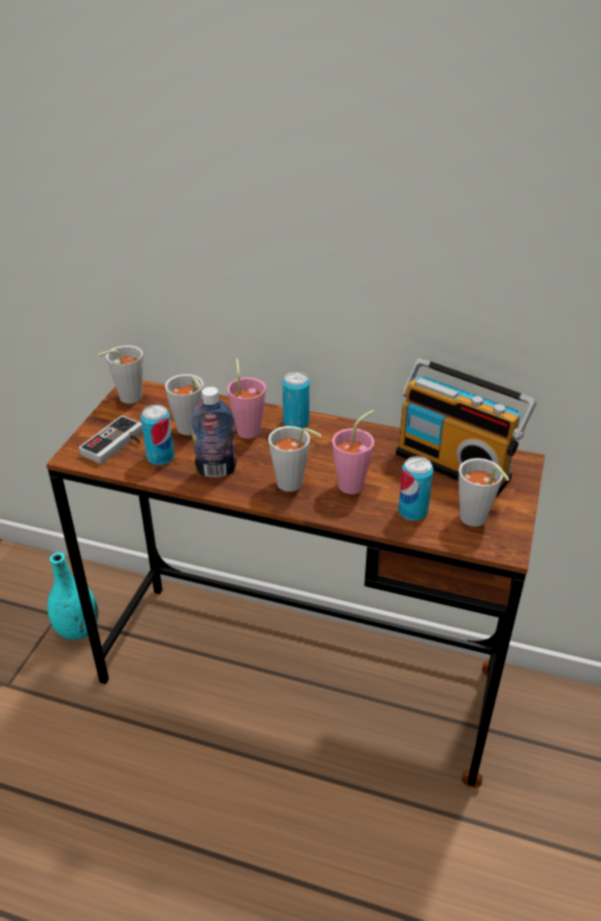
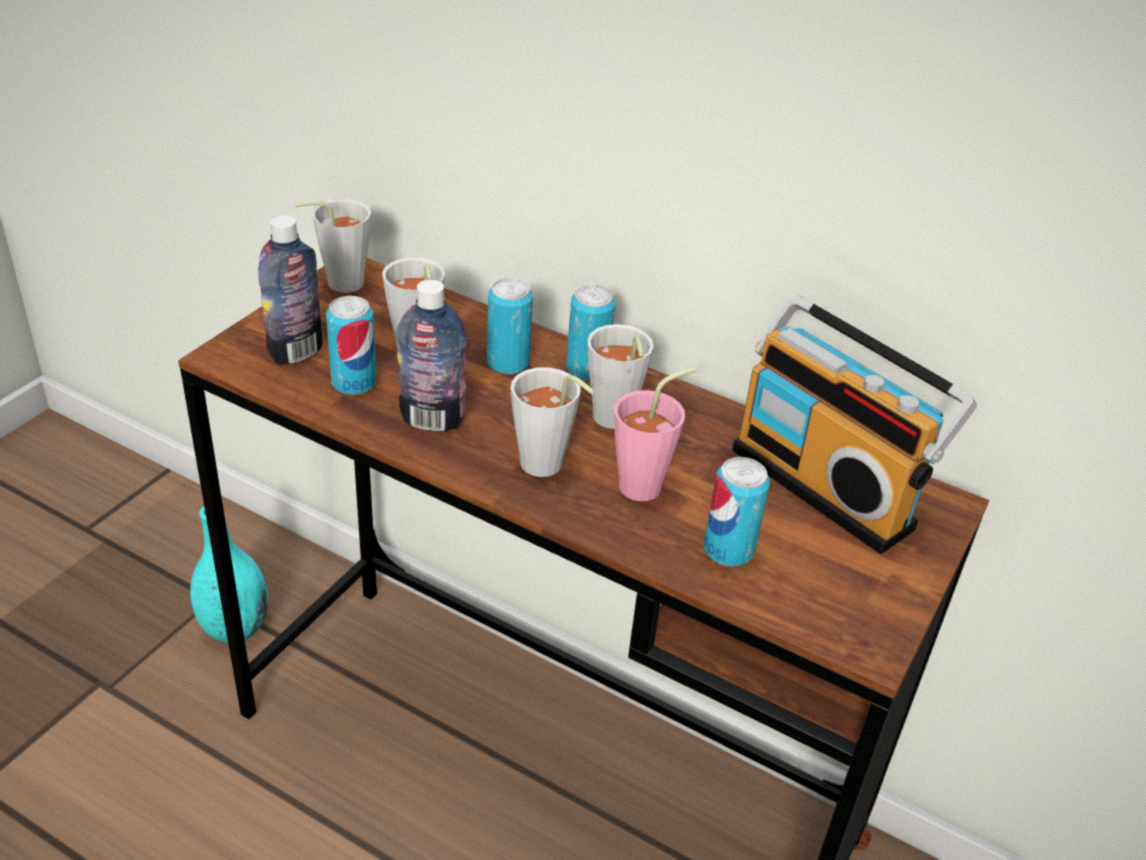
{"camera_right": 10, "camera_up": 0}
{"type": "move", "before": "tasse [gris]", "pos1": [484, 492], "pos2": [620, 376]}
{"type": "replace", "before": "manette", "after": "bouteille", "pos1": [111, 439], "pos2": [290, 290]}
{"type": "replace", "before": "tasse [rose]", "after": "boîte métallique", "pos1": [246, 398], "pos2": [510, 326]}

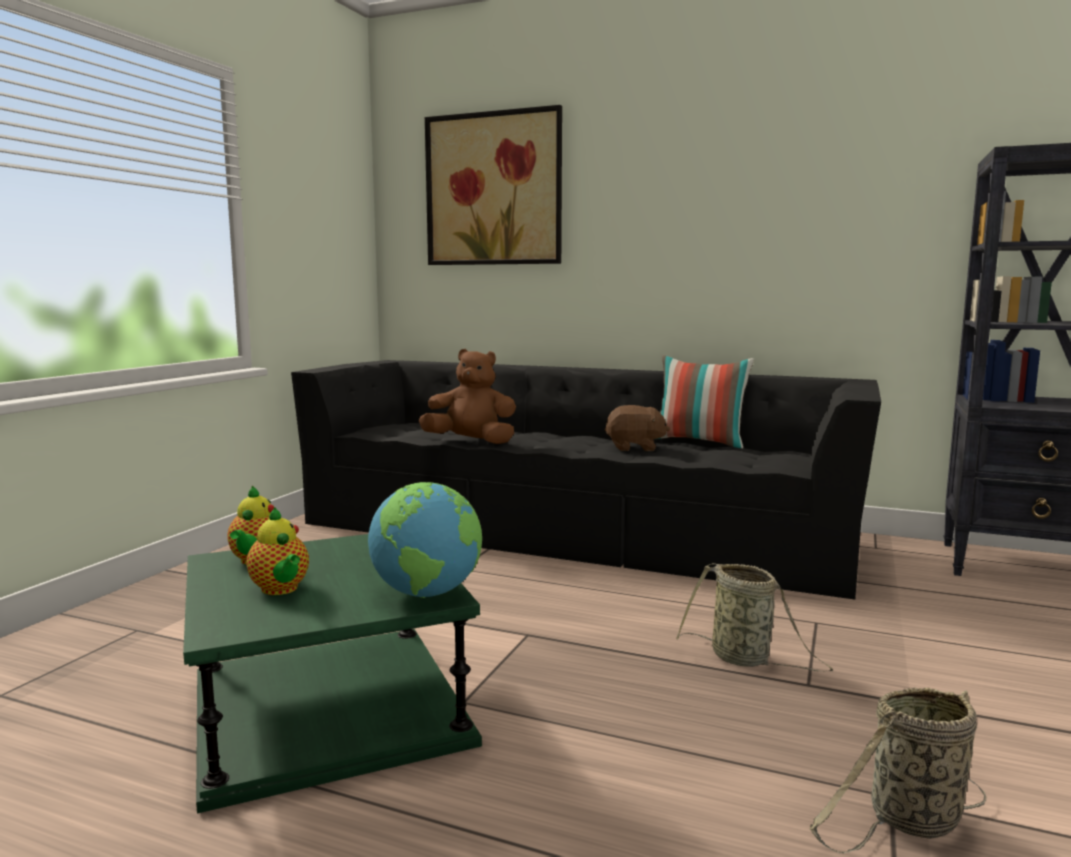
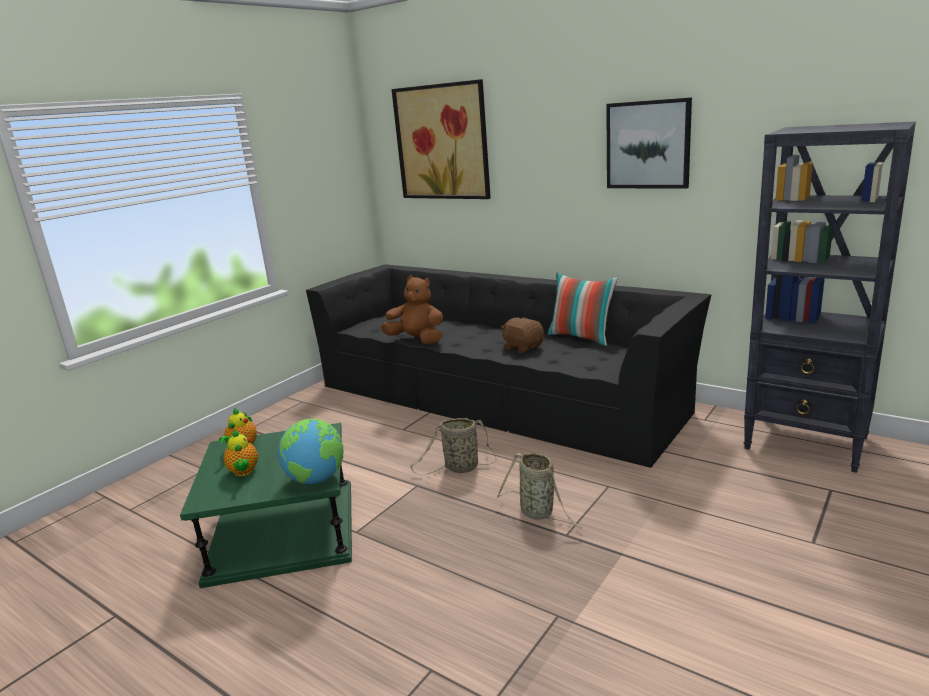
{"camera_right": 15, "camera_up": 10}
{"type": "insert", "after": "tableau", "pos2": [649, 143]}
{"type": "move", "before": "panier", "pos1": [898, 770], "pos2": [453, 446]}
{"type": "rotate", "before": "peluche [marron]", "pos1": [637, 428], "pos2": [522, 335], "turn": -150}

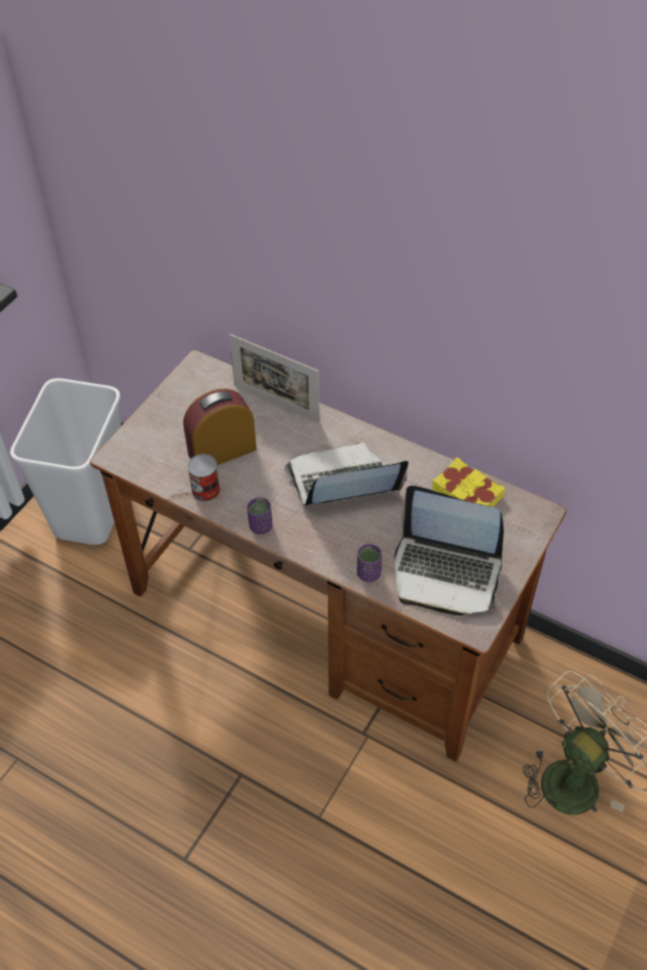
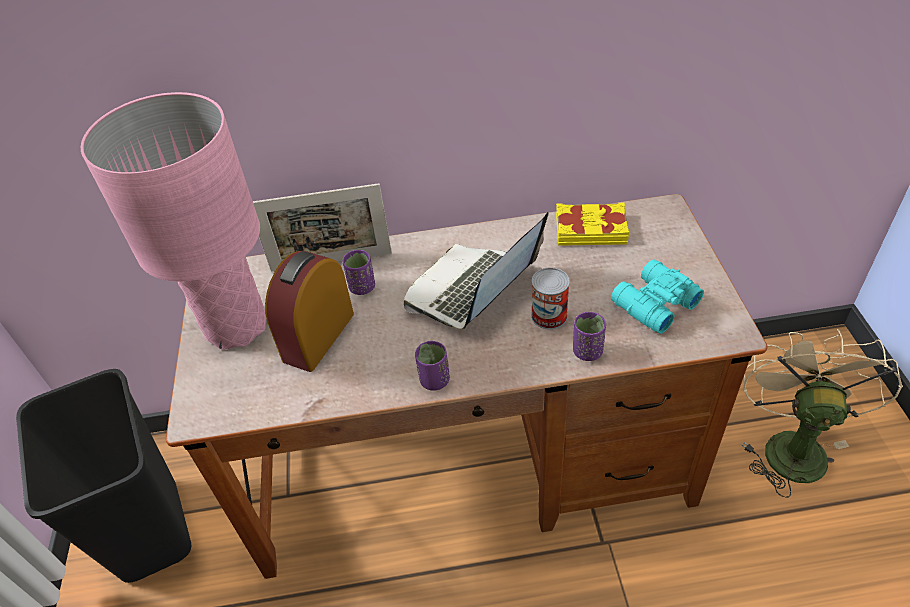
{"camera_right": -35, "camera_up": -5}
{"type": "insert", "after": "lampe de table [rose]", "pos2": [173, 221]}
{"type": "insert", "after": "tasse [violet]", "pos2": [358, 272]}
{"type": "move", "before": "boîte métallique", "pos1": [203, 478], "pos2": [550, 298]}
{"type": "replace", "before": "ordinateur portable", "after": "jumelles [turquoise]", "pos1": [449, 551], "pos2": [657, 297]}
{"type": "recolor", "before": "poubelle [blanc]", "after": "poubelle [noir]", "pos1": [65, 461], "pos2": [103, 476]}

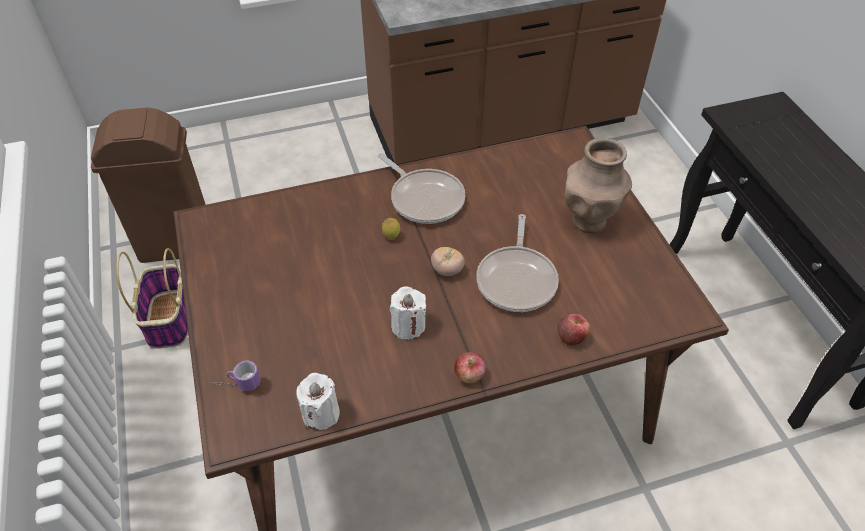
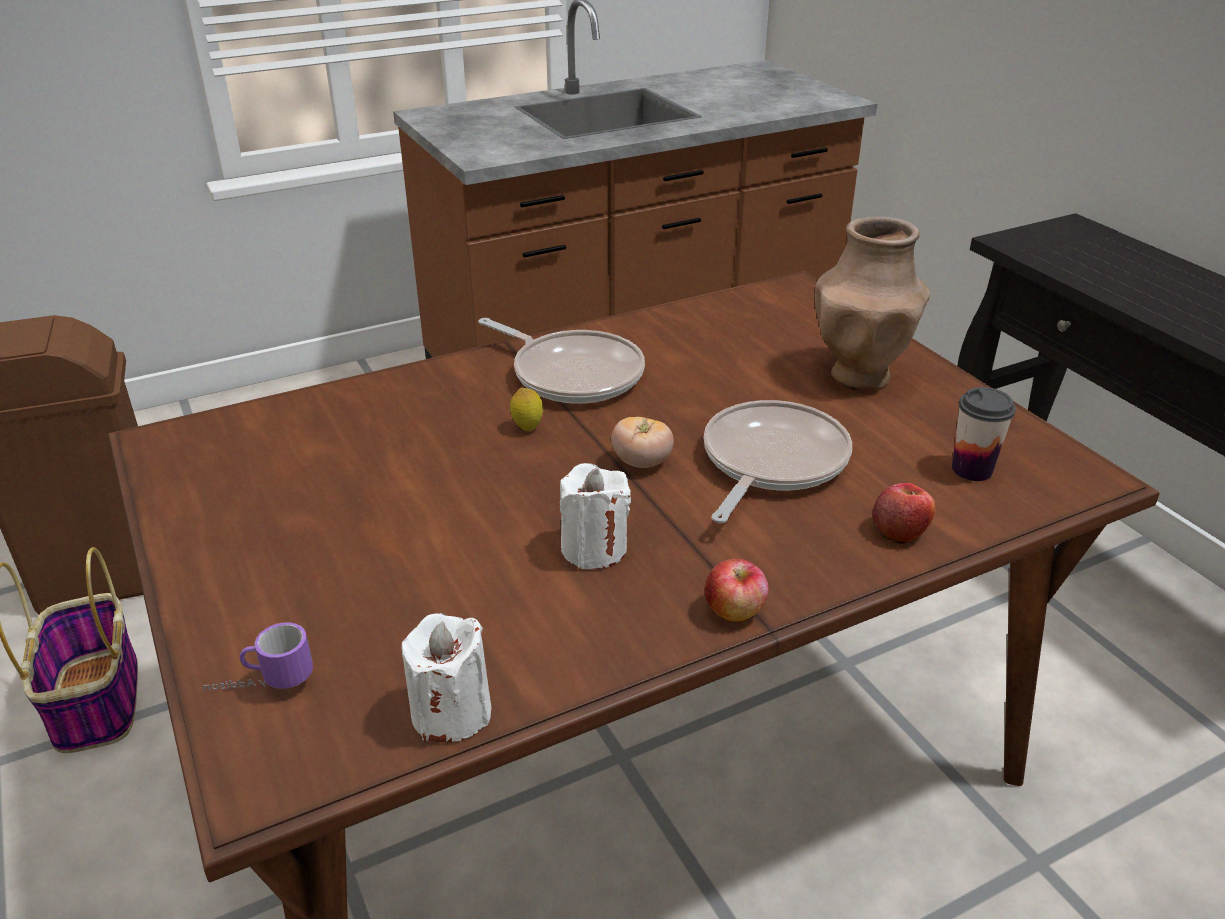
{"camera_right": -10, "camera_up": -15}
{"type": "insert", "after": "tasse", "pos2": [984, 434]}
{"type": "rotate", "before": "poêle", "pos1": [517, 263], "pos2": [778, 461], "turn": -150}

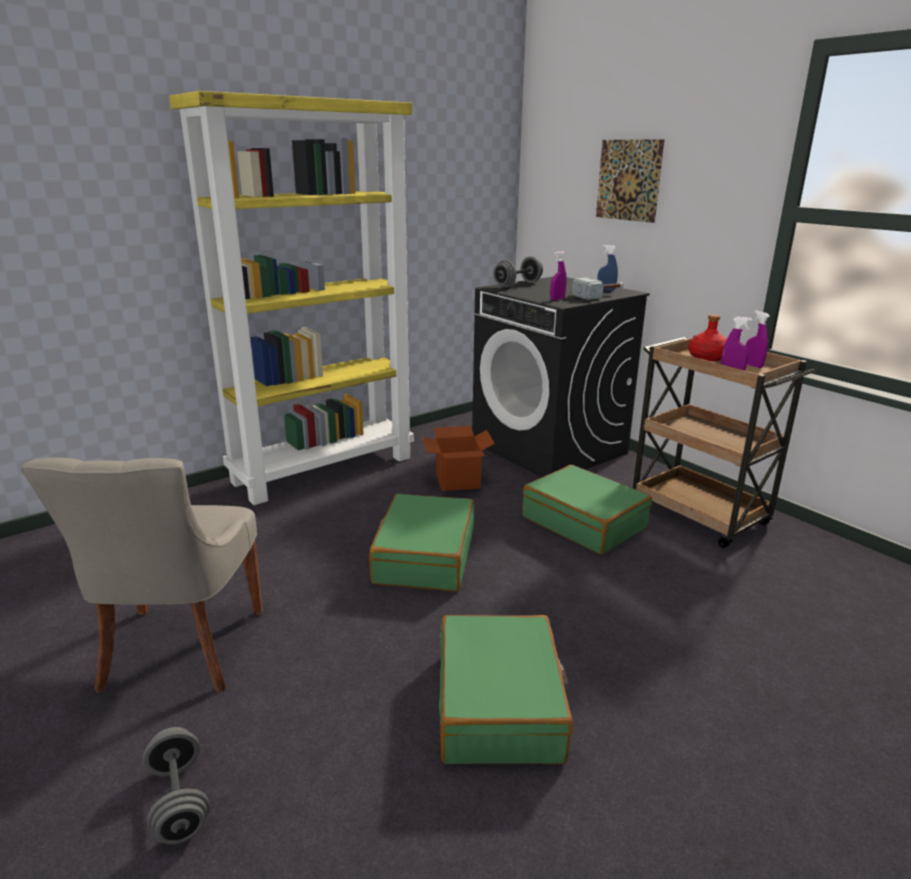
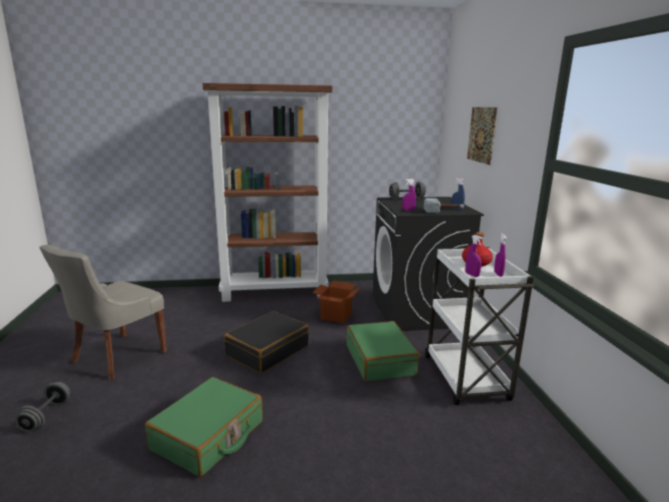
{"camera_right": 30, "camera_up": -5}
{"type": "recolor", "before": "bibliothèque [jaune]", "after": "bibliothèque [marron]", "pos1": [291, 298], "pos2": [267, 192]}
{"type": "recolor", "before": "valise [vert]", "after": "valise [noir]", "pos1": [421, 543], "pos2": [266, 342]}
{"type": "recolor", "before": "chariot [marron]", "after": "chariot [blanc]", "pos1": [724, 441], "pos2": [479, 326]}

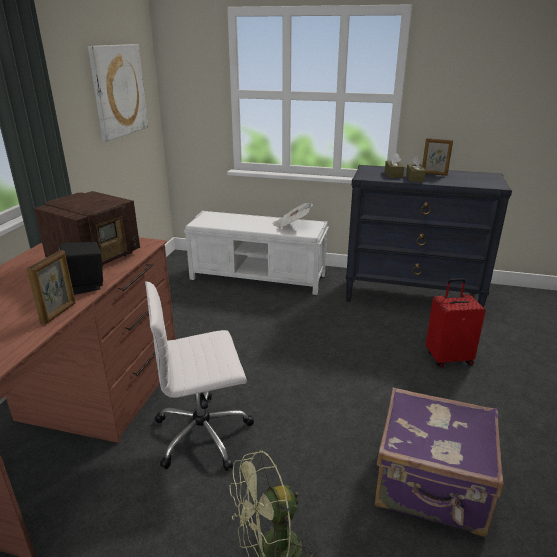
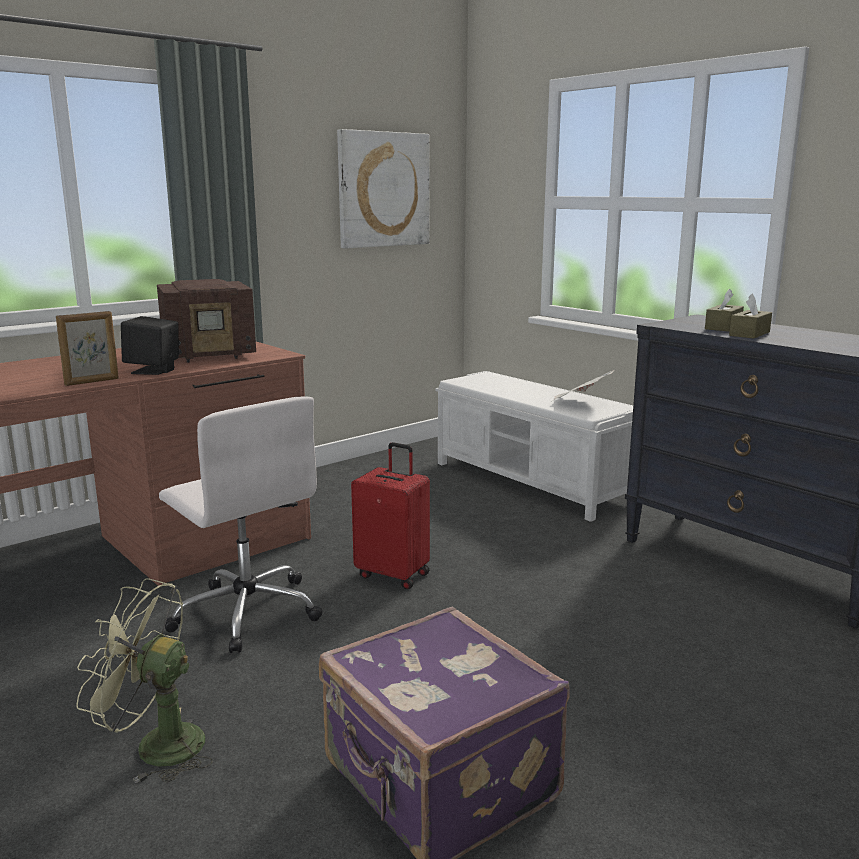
{"camera_right": 35, "camera_up": -10}
{"type": "delete", "before": "cadre photo", "pos1": [437, 157]}
{"type": "move", "before": "valise [rouge]", "pos1": [455, 322], "pos2": [390, 515]}
{"type": "rotate", "before": "chaise de bureau [blanc]", "pos1": [199, 376], "pos2": [241, 524], "turn": -150}

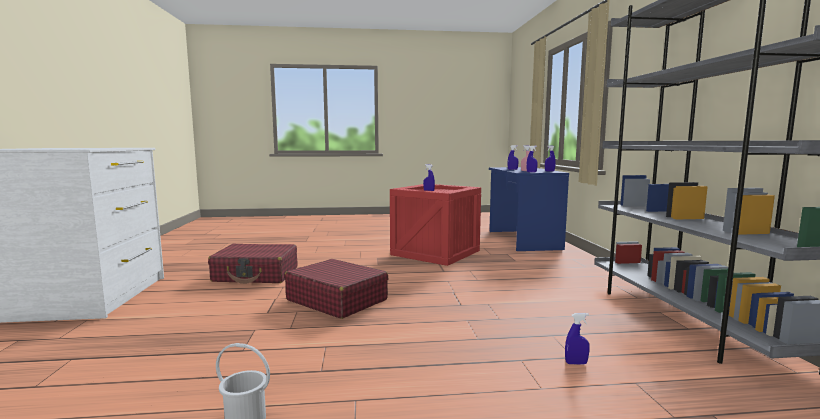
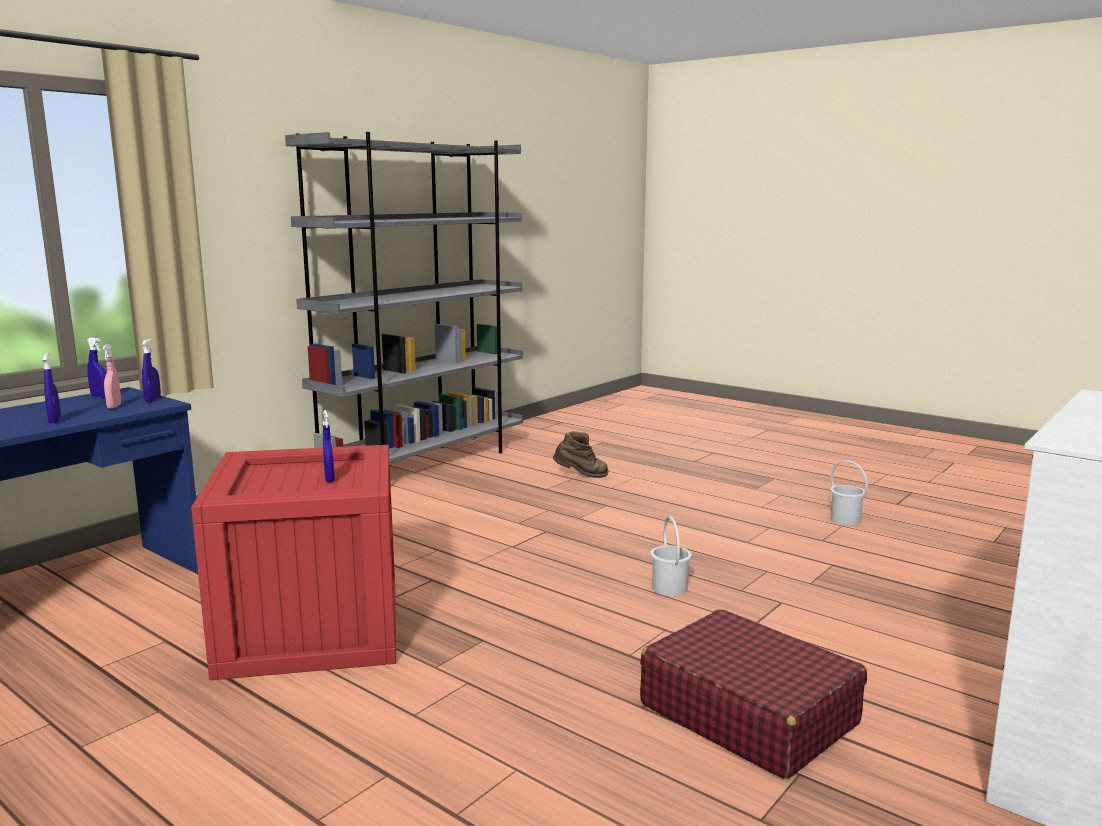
{"camera_right": -135, "camera_up": 5}
{"type": "replace", "before": "valise [rouge]", "after": "seau [blanc]", "pos1": [336, 289], "pos2": [671, 556]}
{"type": "replace", "before": "vaporisateur [bleu]", "after": "botte [marron]", "pos1": [577, 339], "pos2": [581, 454]}

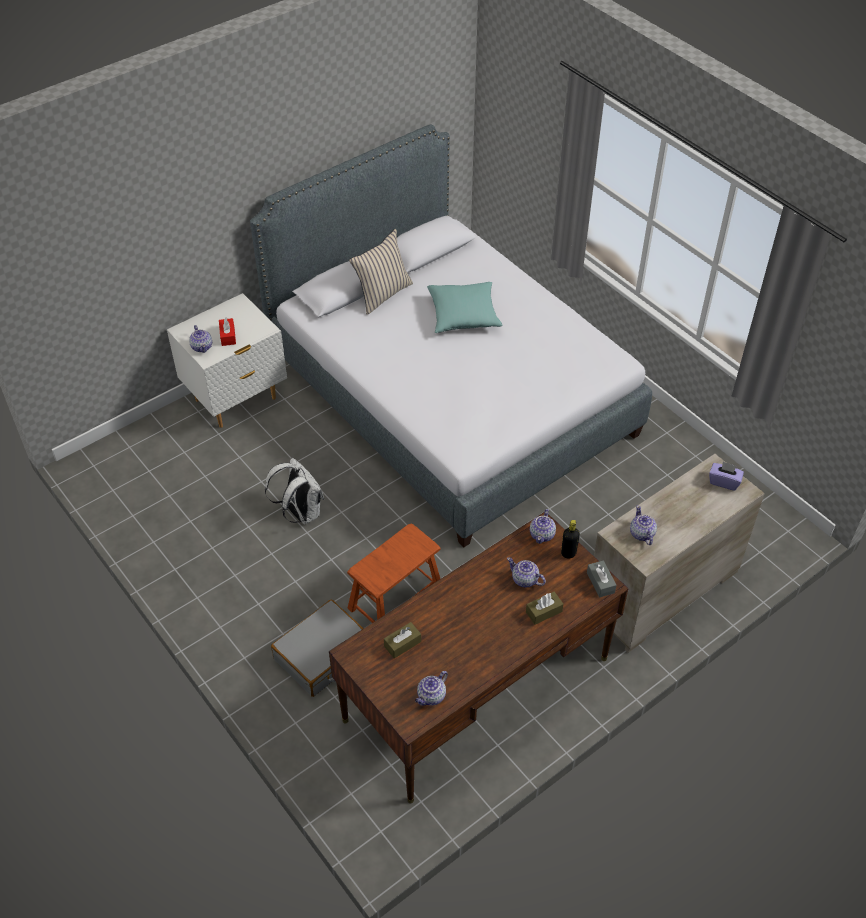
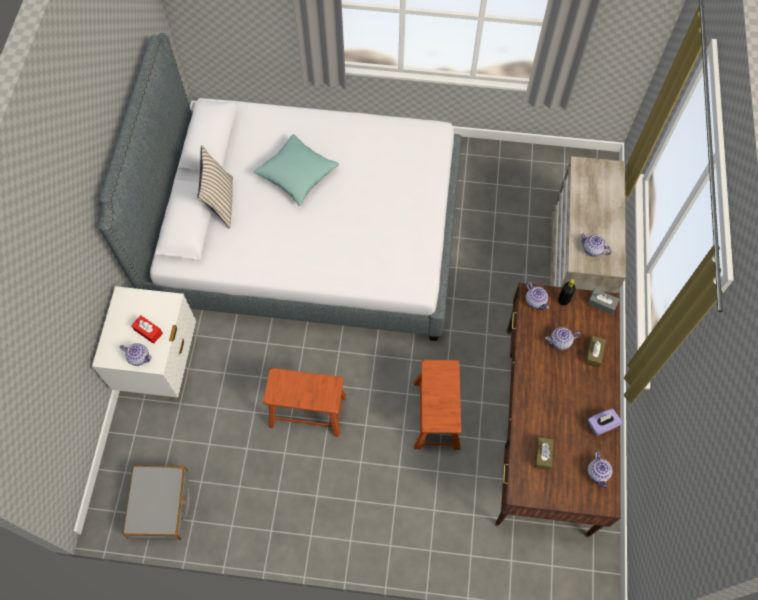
{"camera_right": -45, "camera_up": 15}
{"type": "move", "before": "valise [gris]", "pos1": [317, 648], "pos2": [156, 502]}
{"type": "move", "before": "boîte à mouchoirs [violet]", "pos1": [726, 476], "pos2": [605, 422]}
{"type": "replace", "before": "sac à dos [blanc]", "after": "tabouret [marron]", "pos1": [294, 491], "pos2": [304, 402]}

